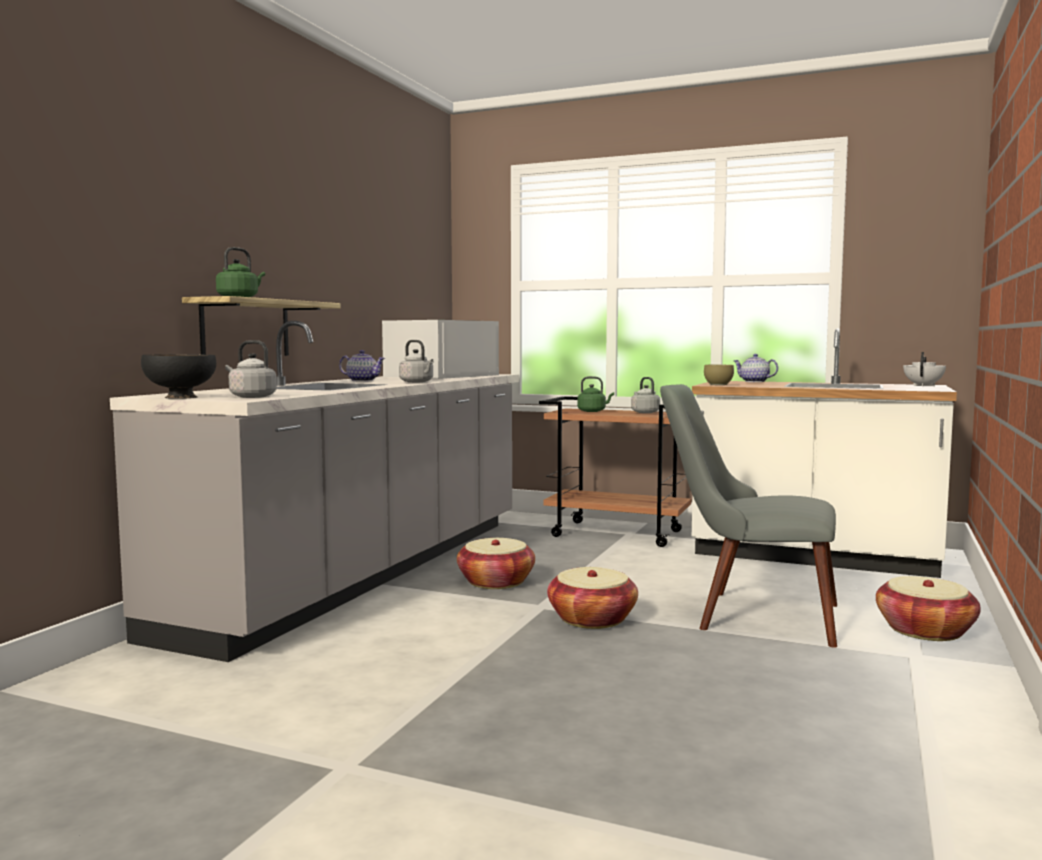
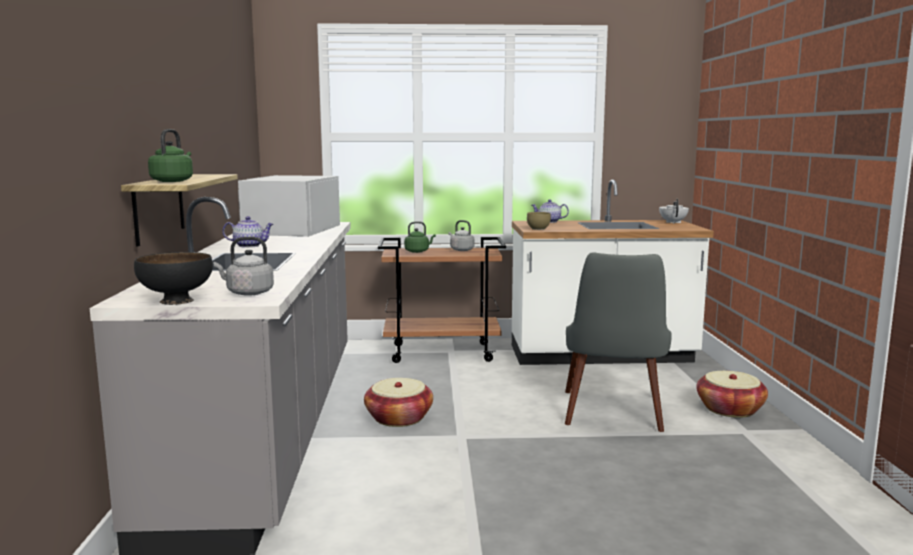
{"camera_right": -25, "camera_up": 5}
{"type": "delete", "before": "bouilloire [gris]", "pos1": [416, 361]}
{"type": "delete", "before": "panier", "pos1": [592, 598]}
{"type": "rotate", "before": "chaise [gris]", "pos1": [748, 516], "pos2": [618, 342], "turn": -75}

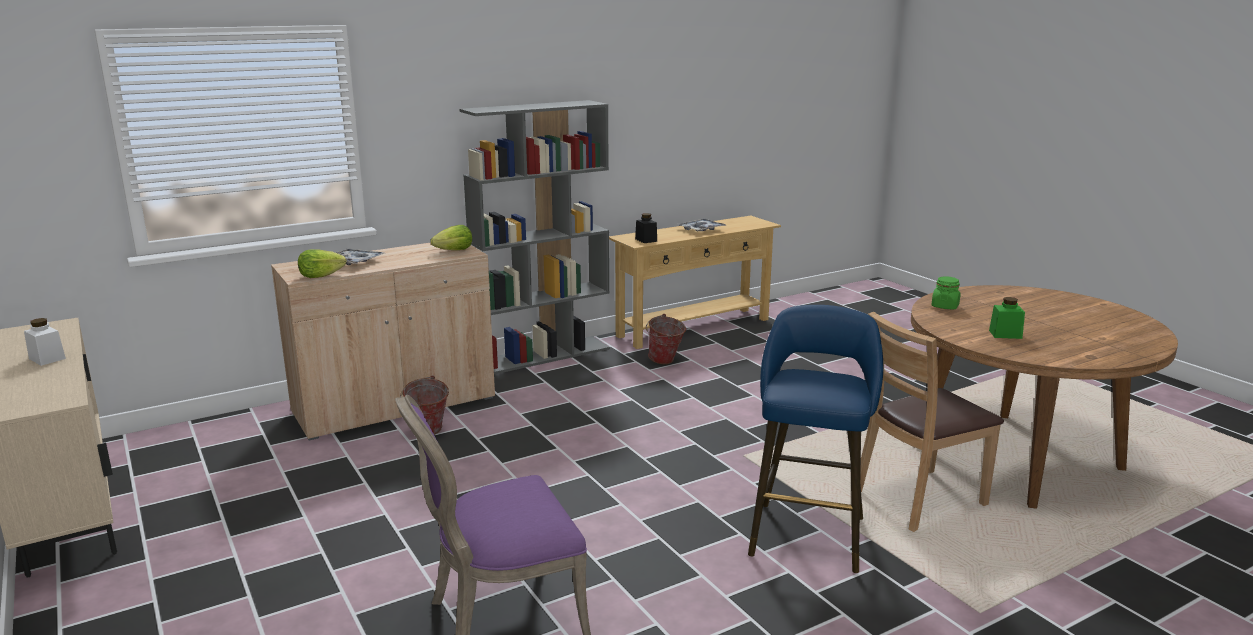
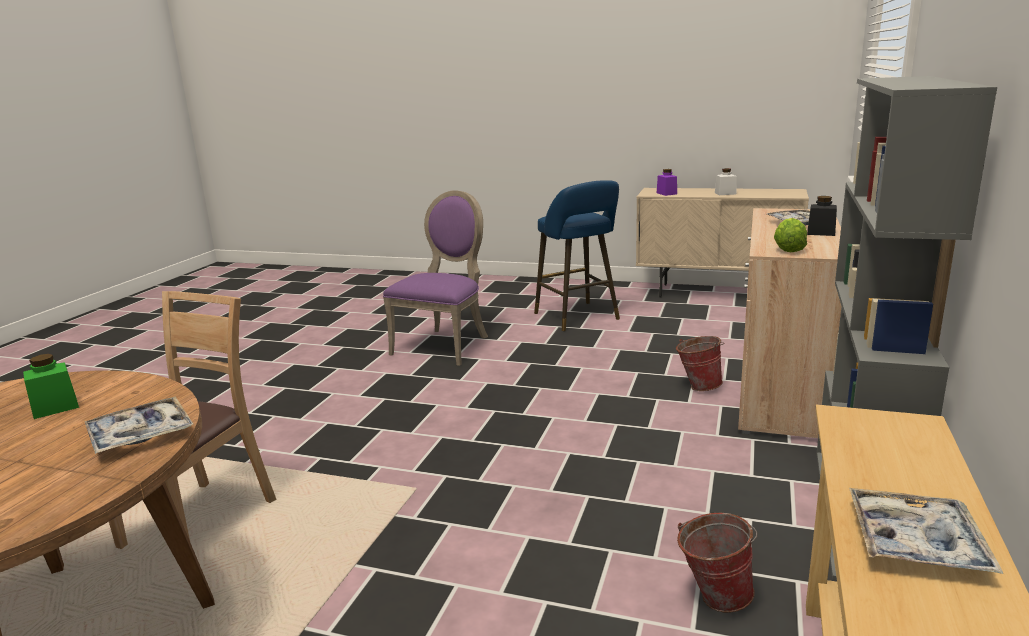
{"camera_right": 140, "camera_up": 0}
{"type": "delete", "before": "laitue", "pos1": [322, 263]}
{"type": "insert", "after": "bocal [violet]", "pos2": [667, 182]}
{"type": "move", "before": "bocal [noir]", "pos1": [646, 228], "pos2": [822, 216]}
{"type": "move", "before": "tabouret [bleu]", "pos1": [815, 439], "pos2": [577, 255]}
{"type": "replace", "before": "bocal [vert]", "after": "plateau", "pos1": [945, 293], "pos2": [139, 425]}

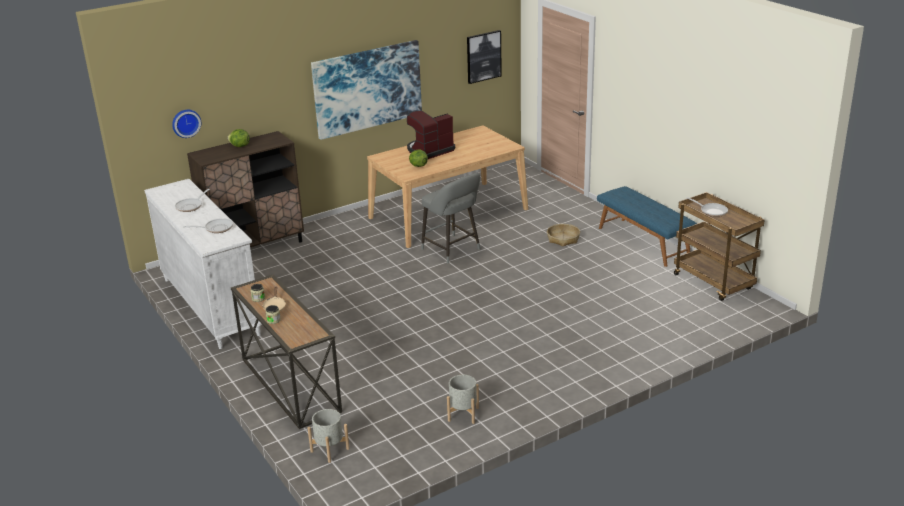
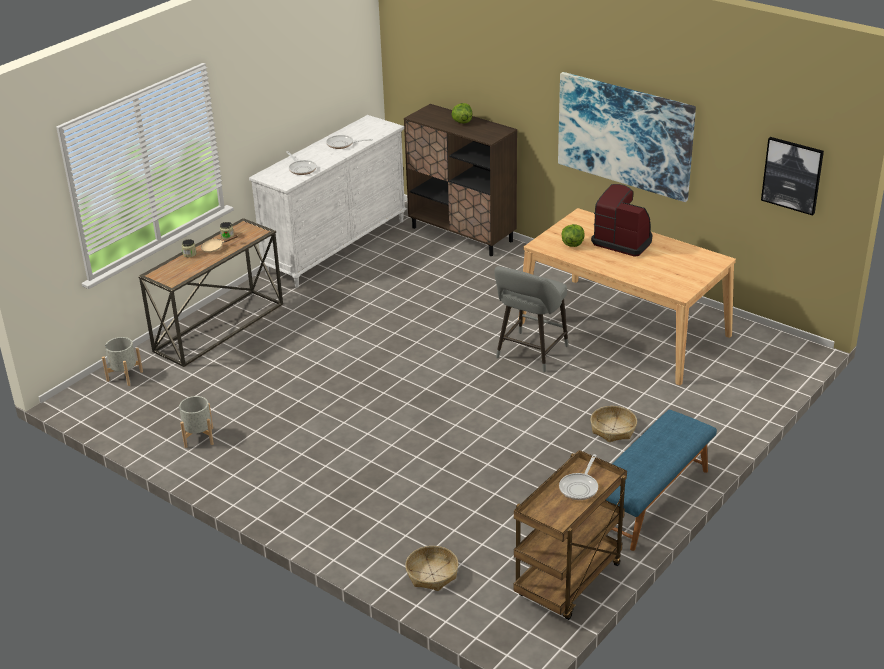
{"camera_right": 70, "camera_up": 5}
{"type": "delete", "before": "horloge murale", "pos1": [186, 124]}
{"type": "insert", "after": "panier", "pos2": [431, 568]}

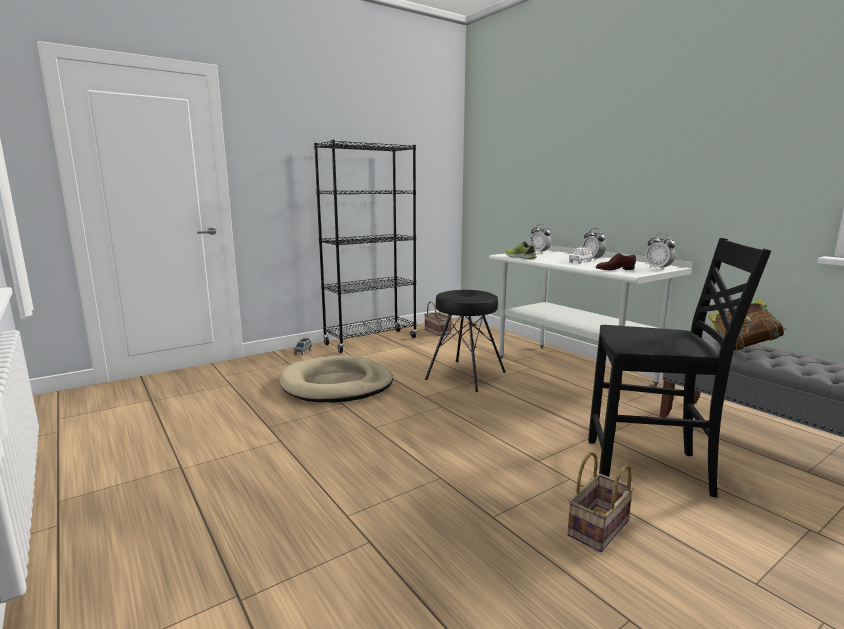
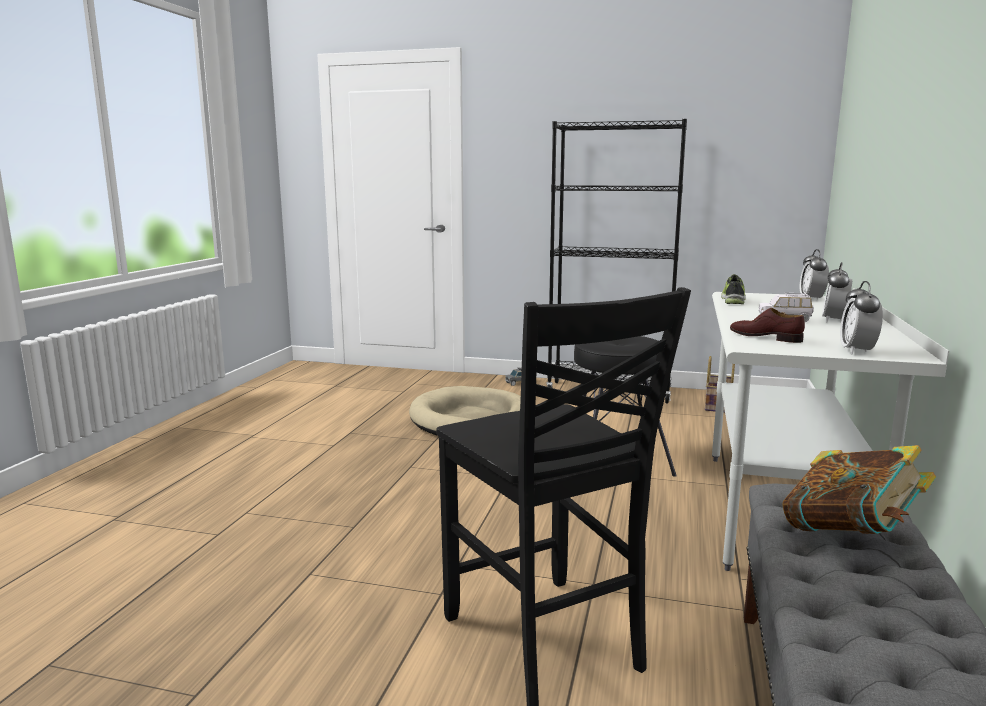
{"camera_right": 50, "camera_up": 0}
{"type": "delete", "before": "panier", "pos1": [600, 502]}

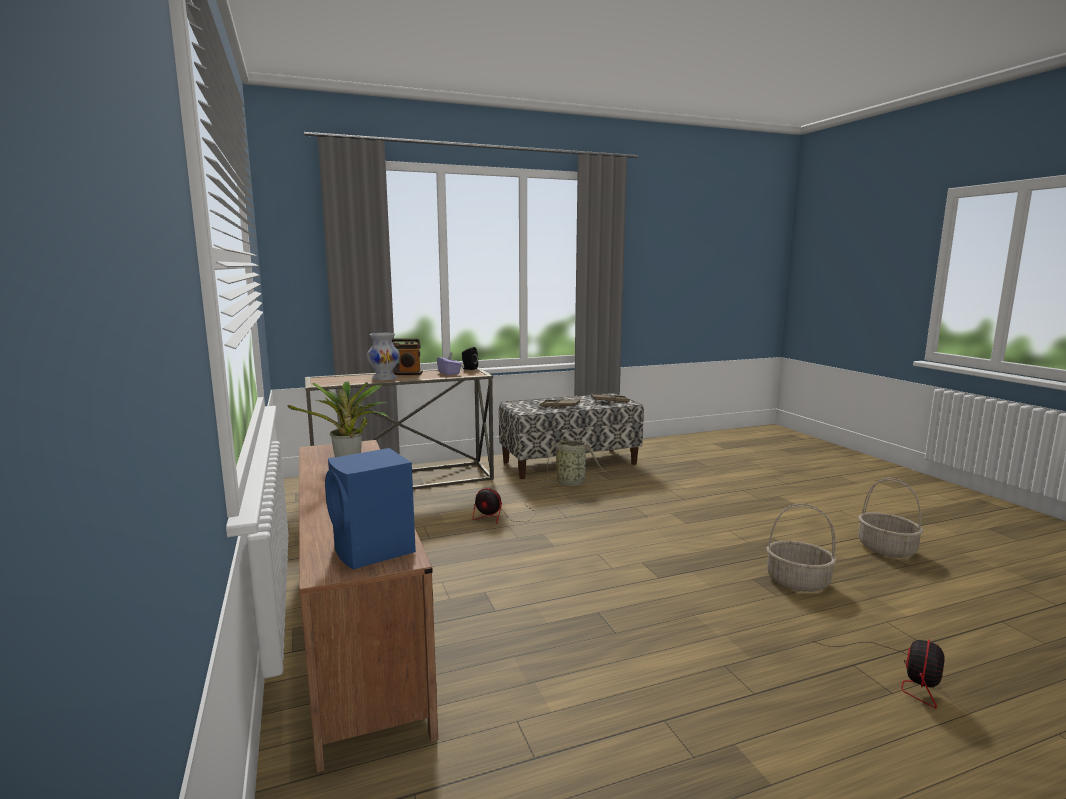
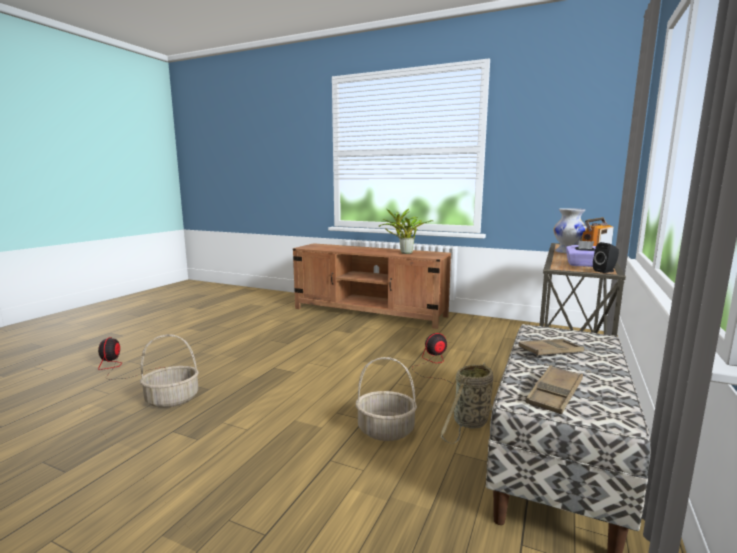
{"camera_right": 135, "camera_up": 0}
{"type": "delete", "before": "enceinte [bleu]", "pos1": [370, 509]}
{"type": "move", "before": "panier", "pos1": [891, 518], "pos2": [386, 399]}

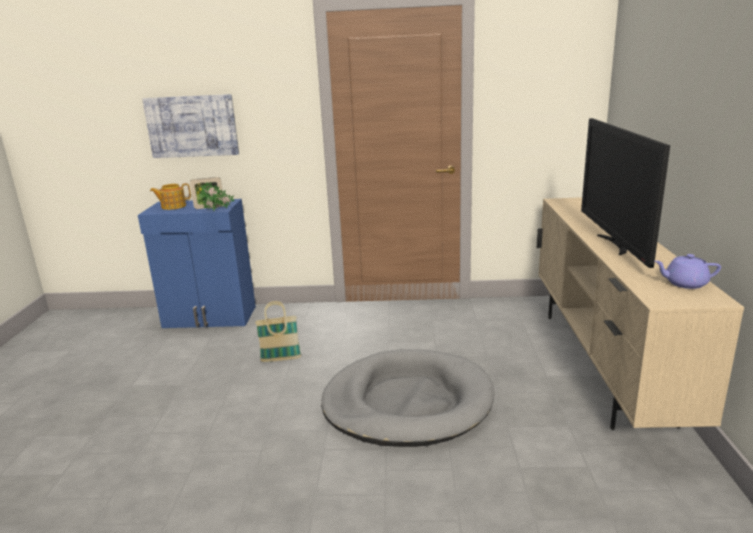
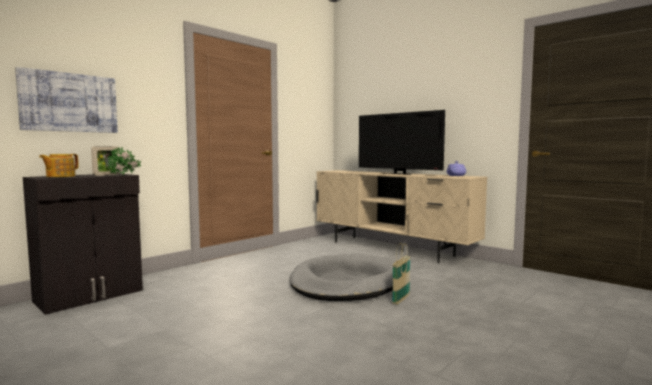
{"camera_right": -50, "camera_up": -15}
{"type": "move", "before": "panier", "pos1": [278, 331], "pos2": [401, 274]}
{"type": "recolor", "before": "meuble de rangement [bleu]", "after": "meuble de rangement [noir]", "pos1": [197, 263], "pos2": [83, 244]}

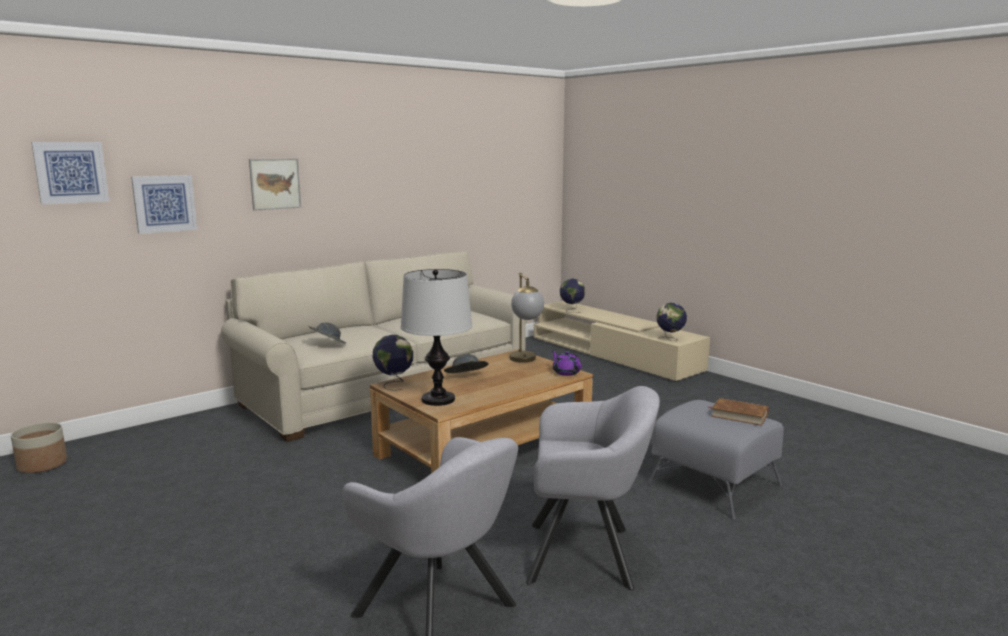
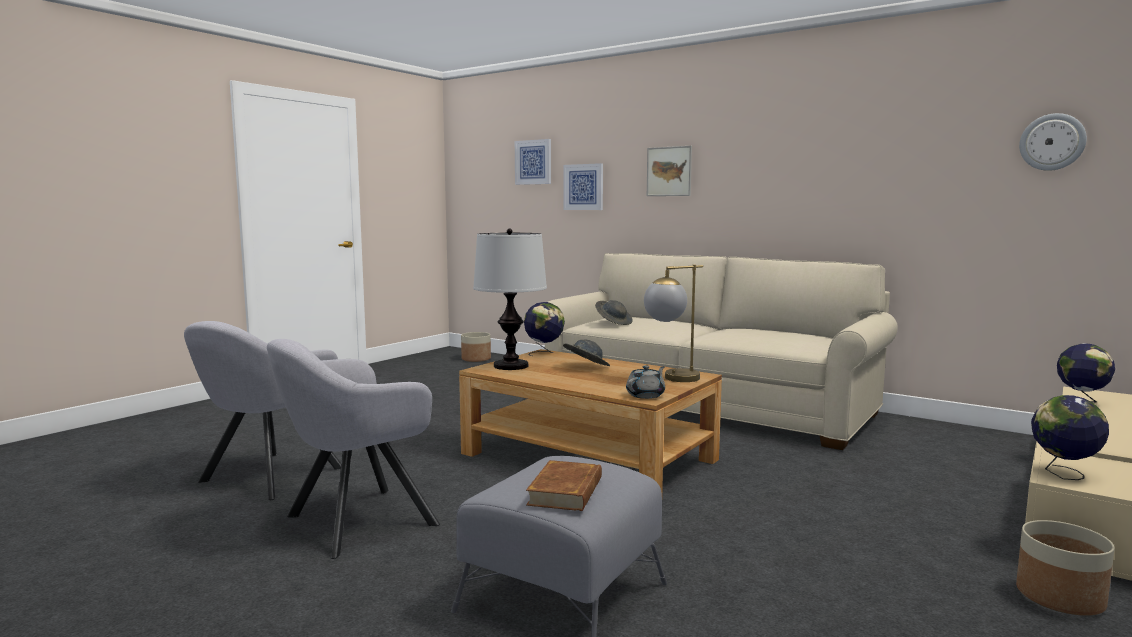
{"camera_right": 75, "camera_up": -5}
{"type": "insert", "after": "cache-pot", "pos2": [1065, 568]}
{"type": "insert", "after": "horloge murale", "pos2": [1053, 142]}
{"type": "recolor", "before": "théière [violet]", "after": "théière [gris]", "pos1": [567, 363], "pos2": [645, 382]}
{"type": "rotate", "before": "fauteuil [gris]", "pos1": [593, 488], "pos2": [353, 449], "turn": 60}

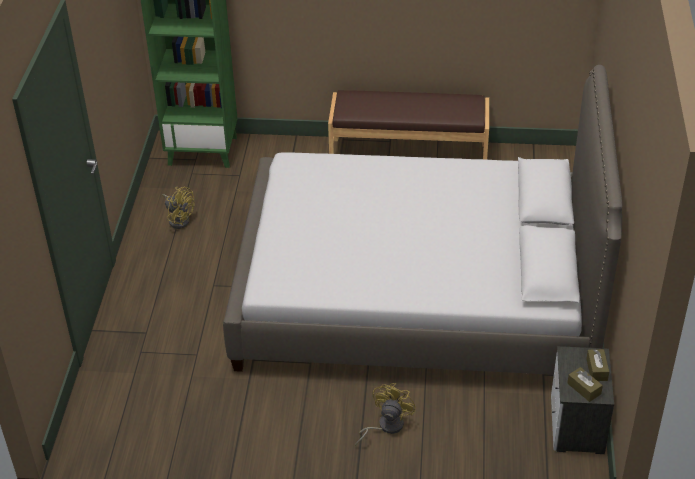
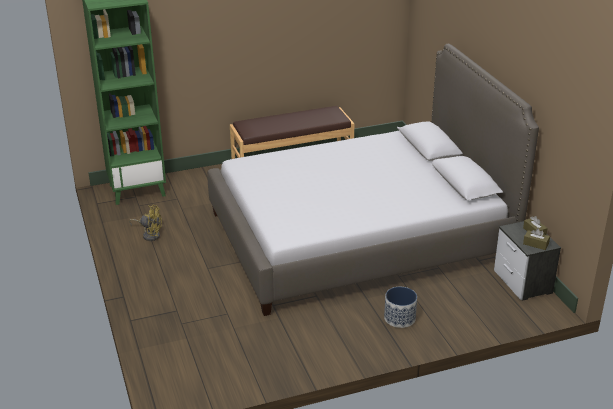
{"camera_right": -25, "camera_up": -10}
{"type": "replace", "before": "ventilateur [jaune]", "after": "cache-pot", "pos1": [385, 414], "pos2": [400, 307]}

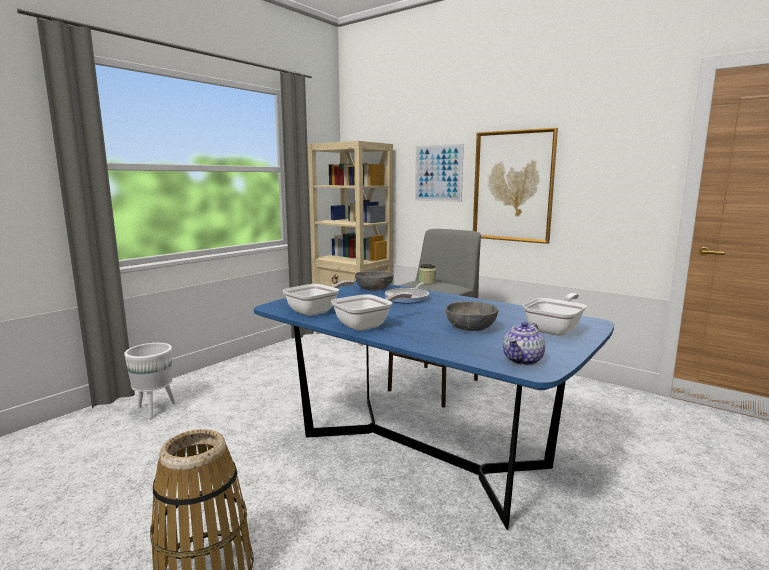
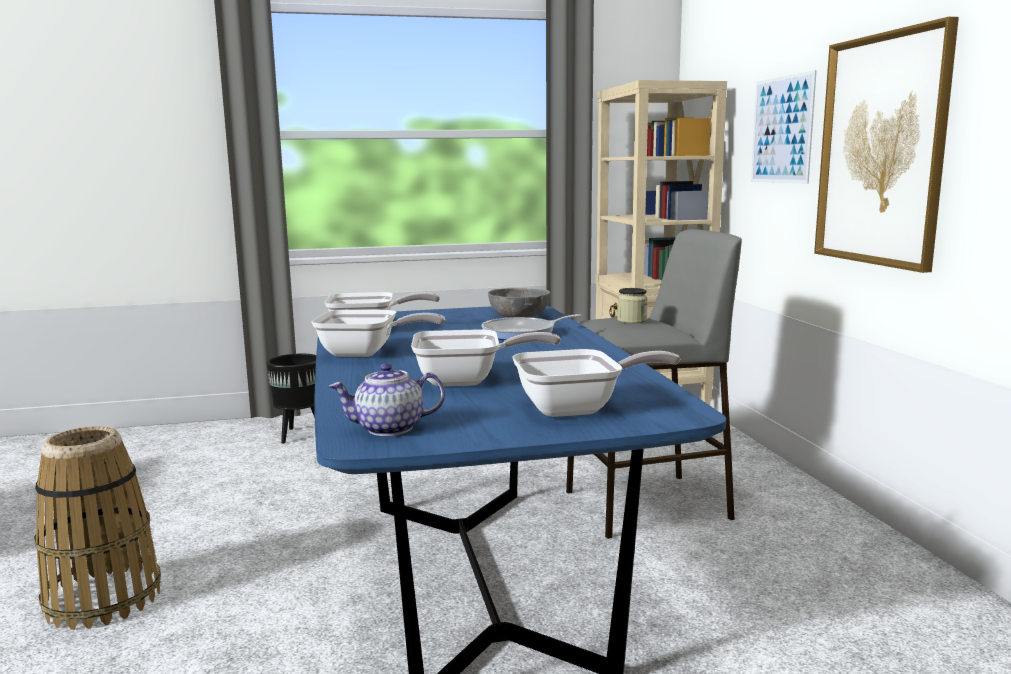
{"camera_right": 40, "camera_up": 0}
{"type": "replace", "before": "bol [gris]", "after": "poêle", "pos1": [472, 316], "pos2": [486, 357]}
{"type": "recolor", "before": "cache-pot [blanc]", "after": "cache-pot [noir]", "pos1": [150, 381], "pos2": [291, 398]}

